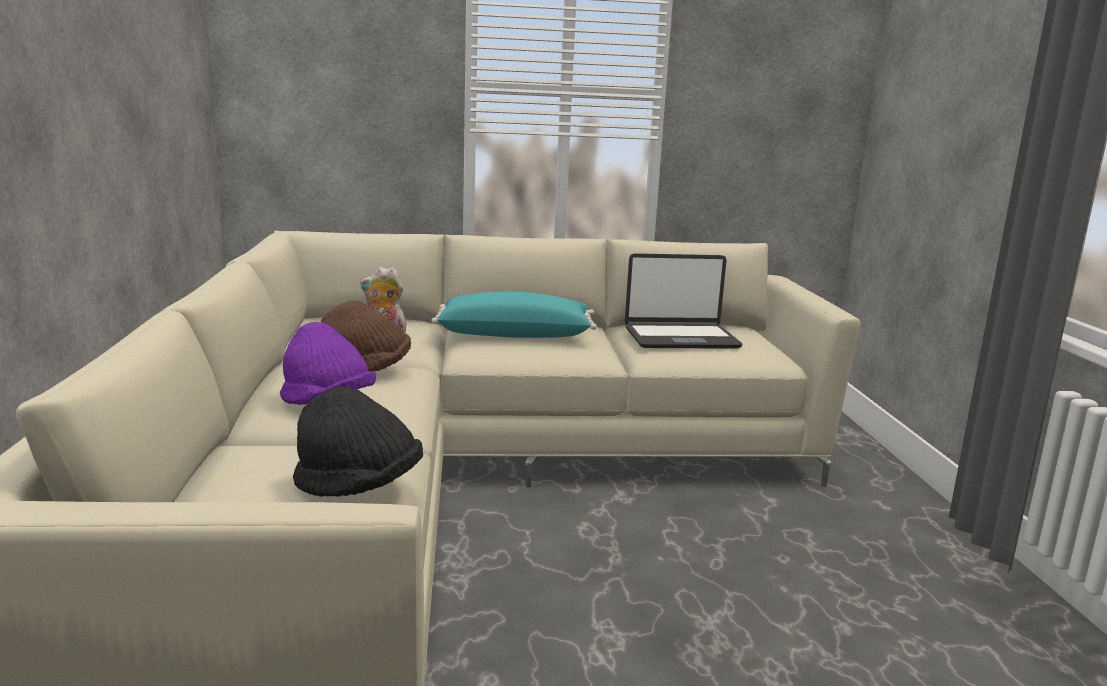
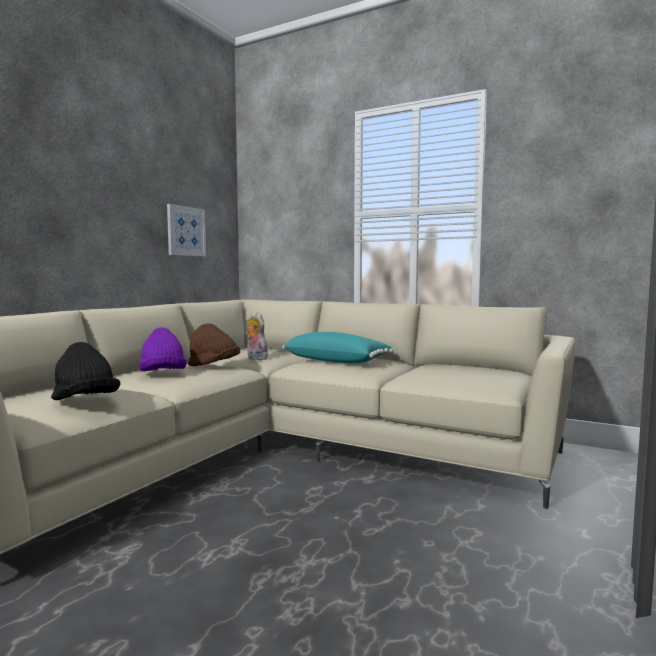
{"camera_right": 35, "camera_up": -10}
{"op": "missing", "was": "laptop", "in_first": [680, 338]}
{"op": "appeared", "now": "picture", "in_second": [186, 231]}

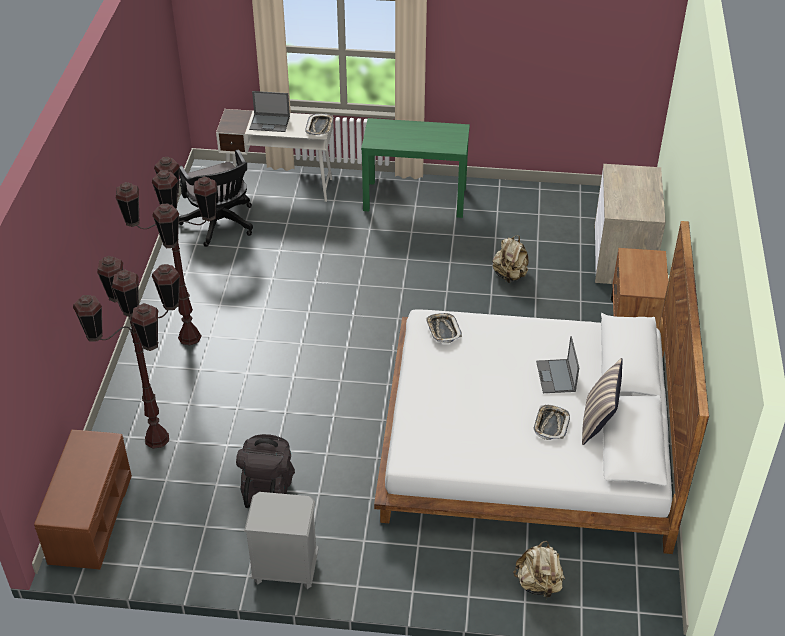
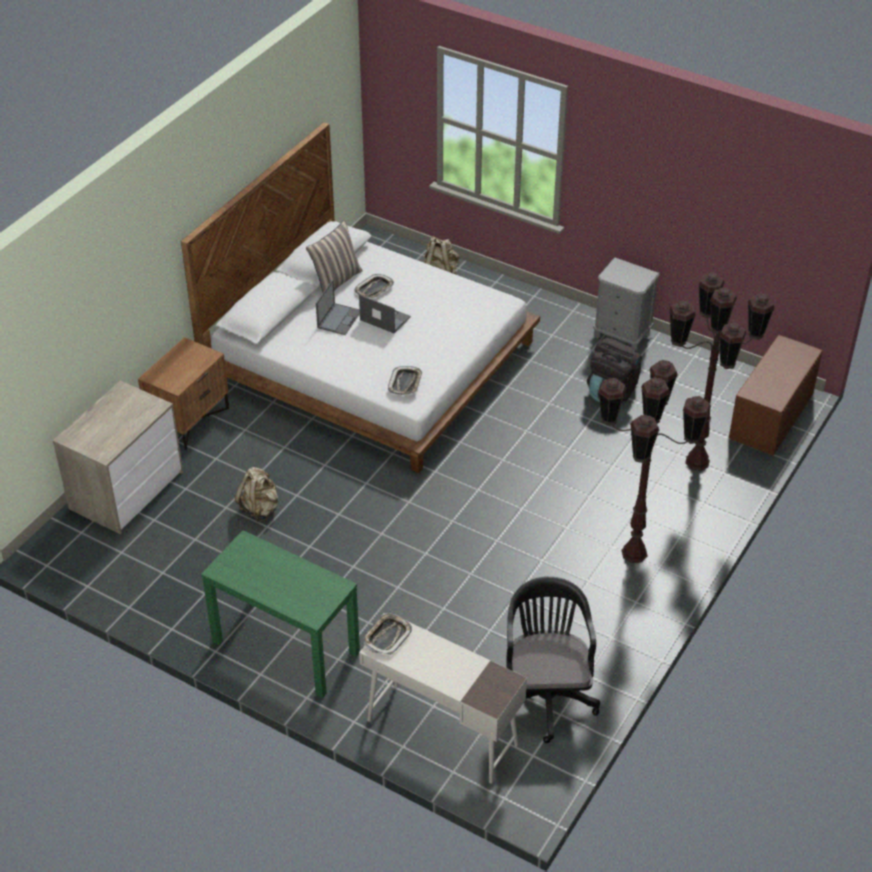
{"camera_right": -155, "camera_up": 0}
{"op": "relocated", "was": "laptop", "in_first": [270, 123], "in_second": [384, 318]}

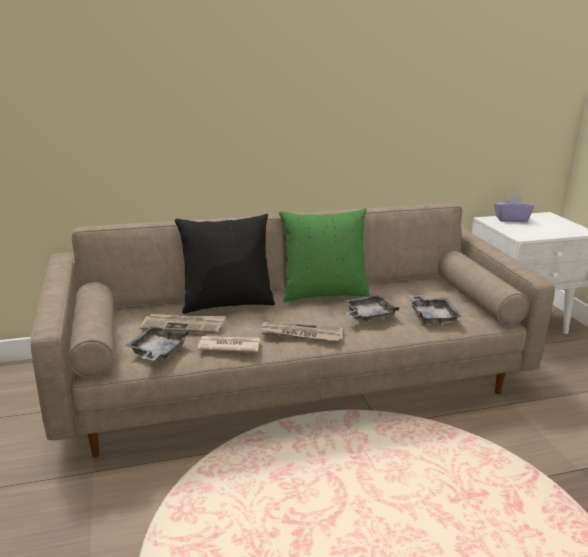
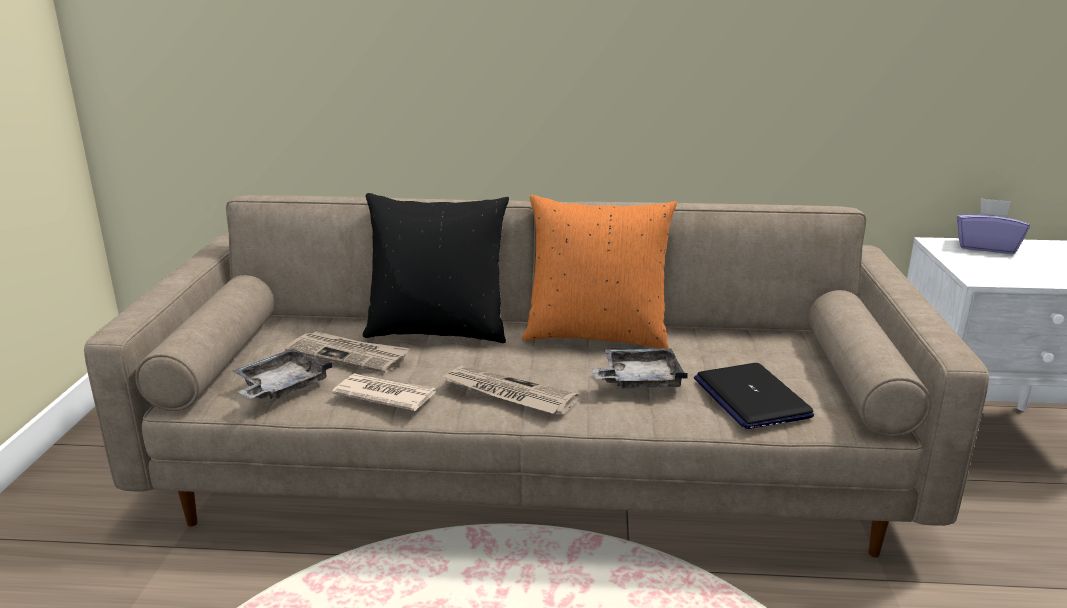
{"camera_right": 20, "camera_up": 0}
{"op": "colour", "was": "green pillow", "now": "orange pillow", "in_first": [323, 293], "in_second": [596, 335]}
{"op": "exchanged", "was": "grey tray", "now": "laptop", "in_first": [432, 316], "in_second": [750, 397]}

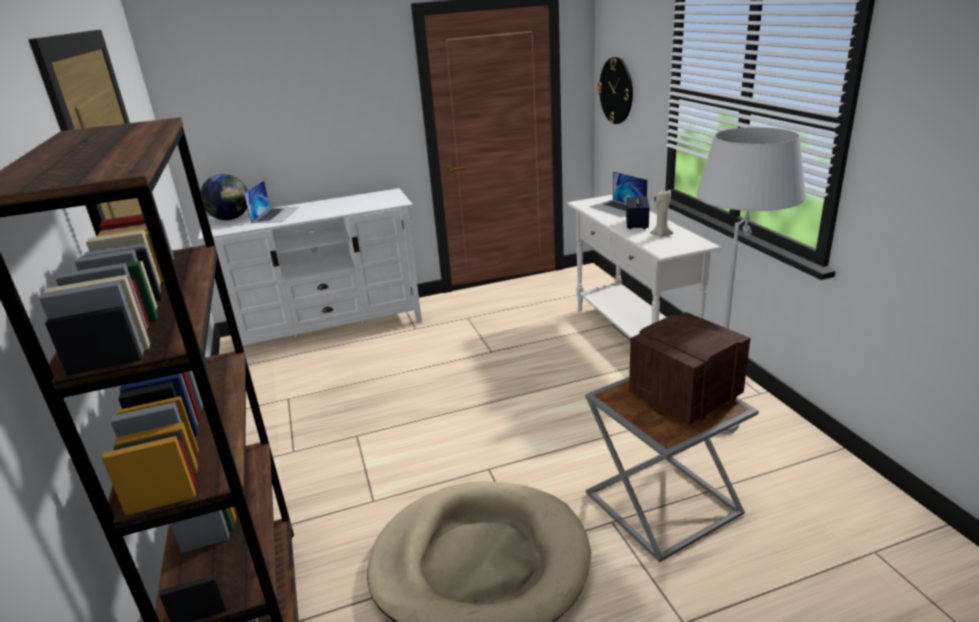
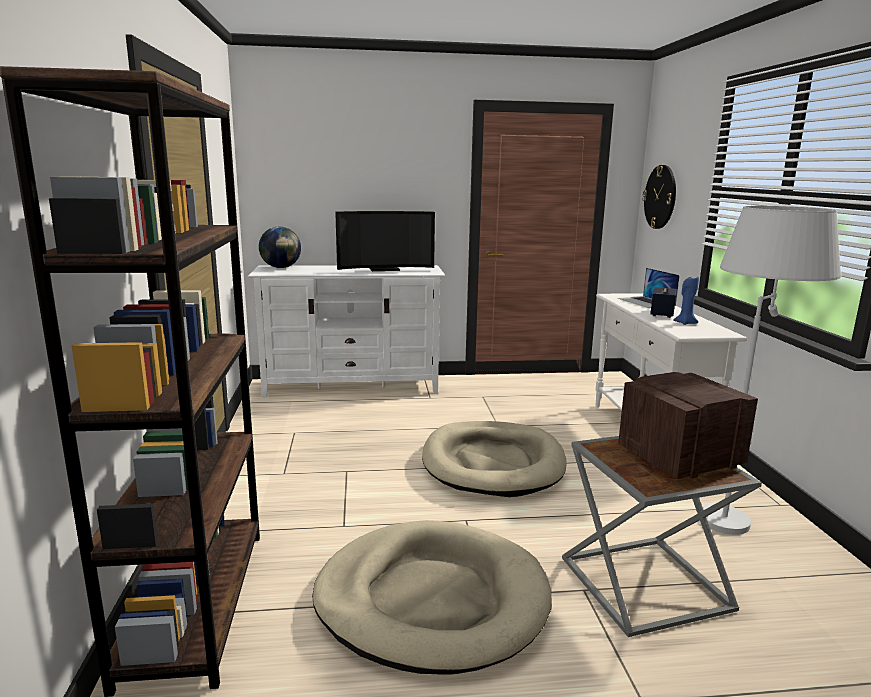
{"camera_right": 10, "camera_up": -10}
{"op": "missing", "was": "laptop", "in_first": [275, 215]}
{"op": "colour", "was": "beige candle", "now": "blue candle", "in_first": [661, 235], "in_second": [685, 323]}
{"op": "appeared", "now": "television", "in_second": [384, 269]}
{"op": "appeared", "now": "beige dog bed", "in_second": [493, 463]}

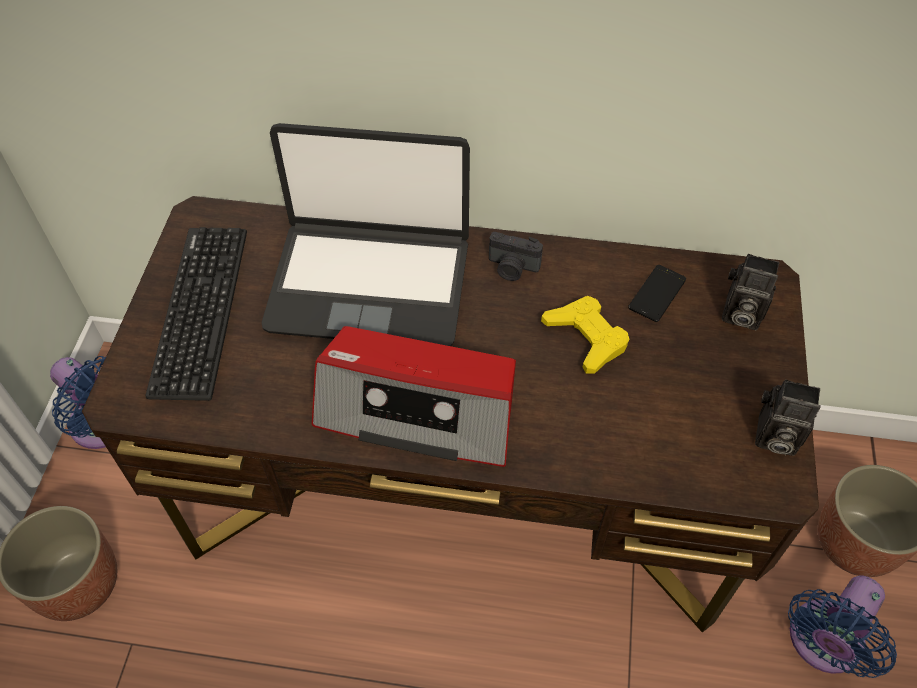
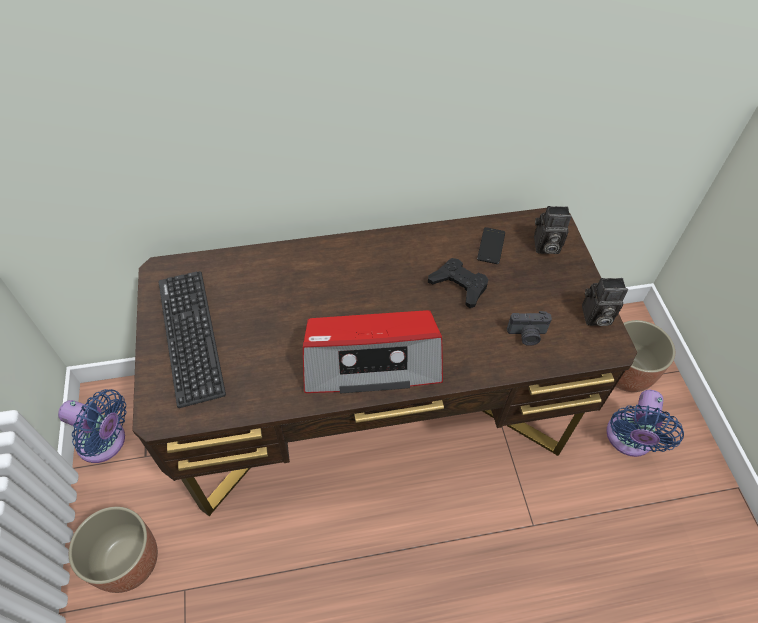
{"camera_right": -20, "camera_up": 0}
{"op": "missing", "was": "laptop", "in_first": [369, 283]}
{"op": "relocated", "was": "photo camera", "in_first": [512, 268], "in_second": [527, 335]}
{"op": "colour", "was": "yellow game controller", "now": "black game controller", "in_first": [586, 337], "in_second": [459, 285]}

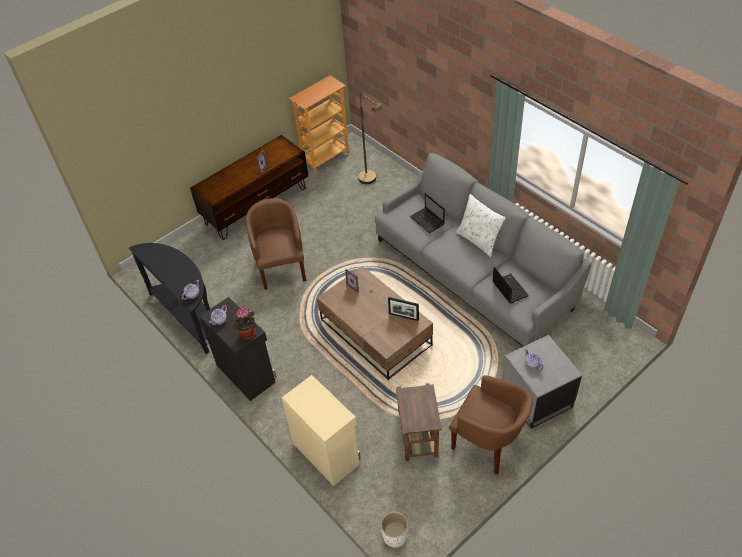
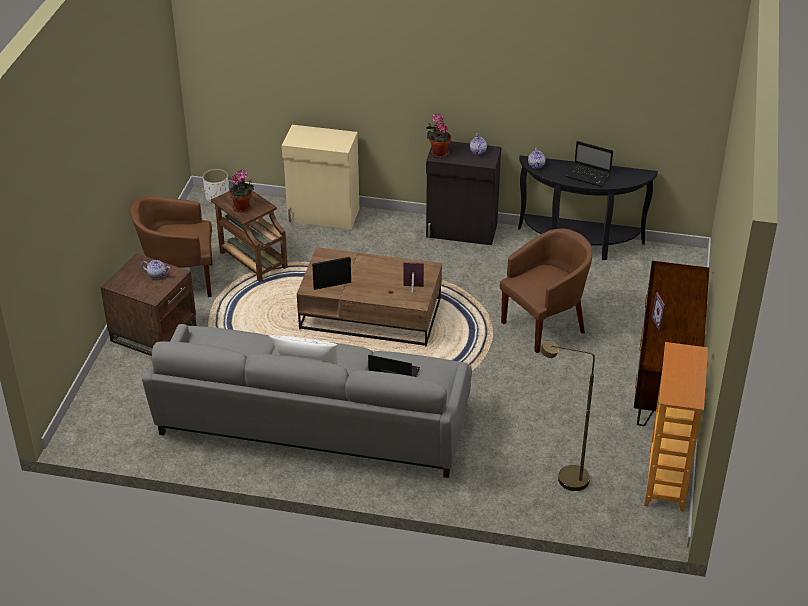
{"camera_right": 140, "camera_up": -10}
{"op": "spun", "was": "brown armchair", "in_first": [281, 267], "in_second": [544, 325], "clockwise": -75}
{"op": "relocated", "was": "laptop", "in_first": [509, 288], "in_second": [588, 176]}
{"op": "colour", "was": "grey side table", "now": "brown side table", "in_first": [536, 398], "in_second": [154, 333]}
{"op": "appeared", "now": "potted plant", "in_second": [243, 208]}

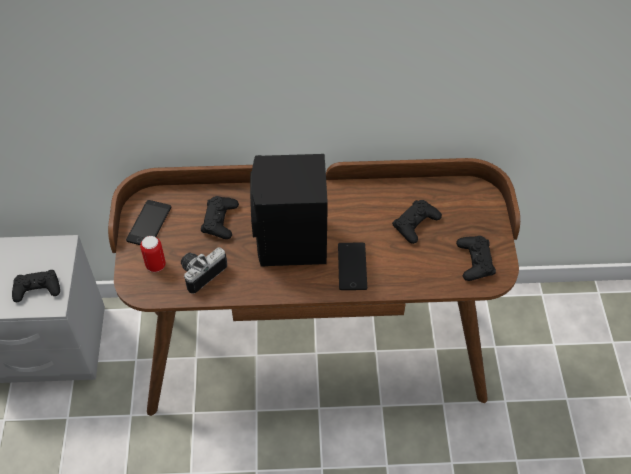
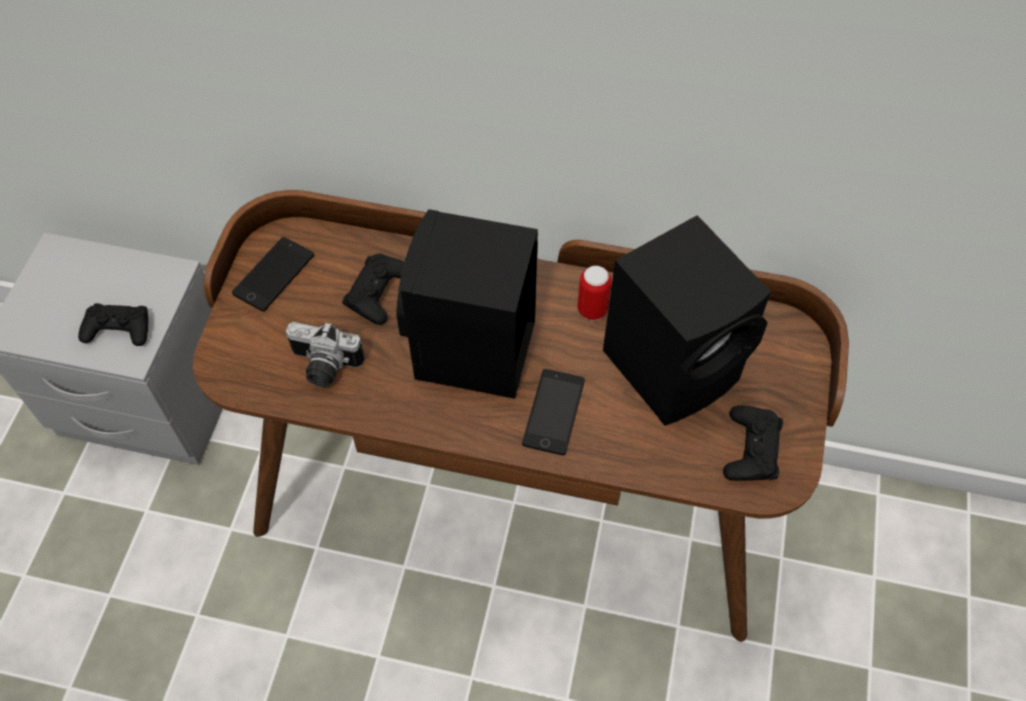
{"camera_right": 15, "camera_up": 5}
{"op": "relocated", "was": "can", "in_first": [155, 265], "in_second": [592, 310]}
{"op": "spun", "was": "photo camera", "in_first": [200, 272], "in_second": [323, 367], "clockwise": -135}
{"op": "exchanged", "was": "black game controller", "now": "black speaker", "in_first": [415, 224], "in_second": [675, 365]}

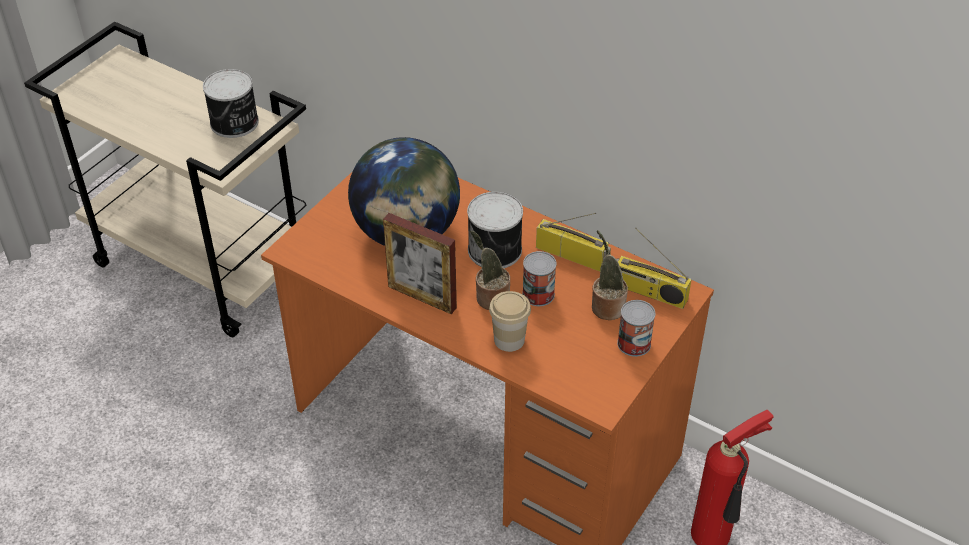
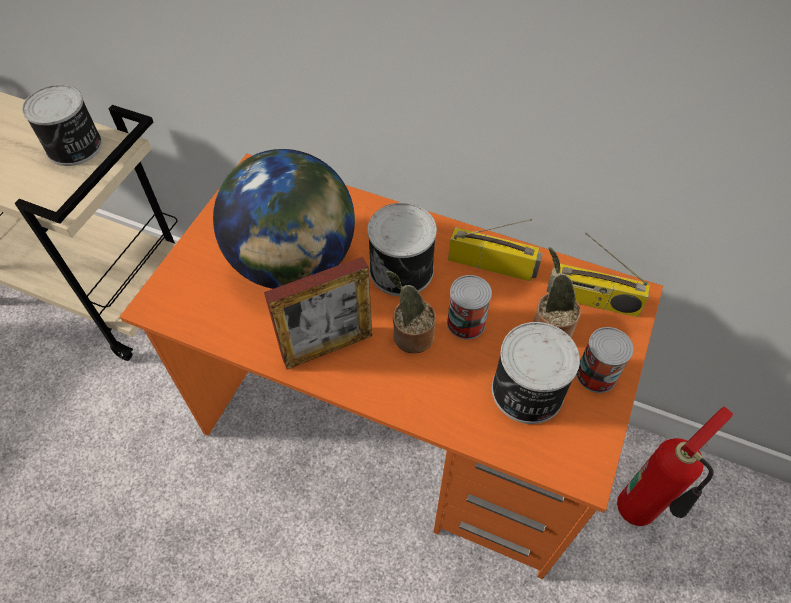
{"camera_right": -10, "camera_up": 10}
{"op": "spun", "was": "picture frame", "in_first": [422, 297], "in_second": [327, 347], "clockwise": -45}
{"op": "missing", "was": "cup", "in_first": [509, 340]}
{"op": "appeared", "now": "can", "in_second": [526, 392]}

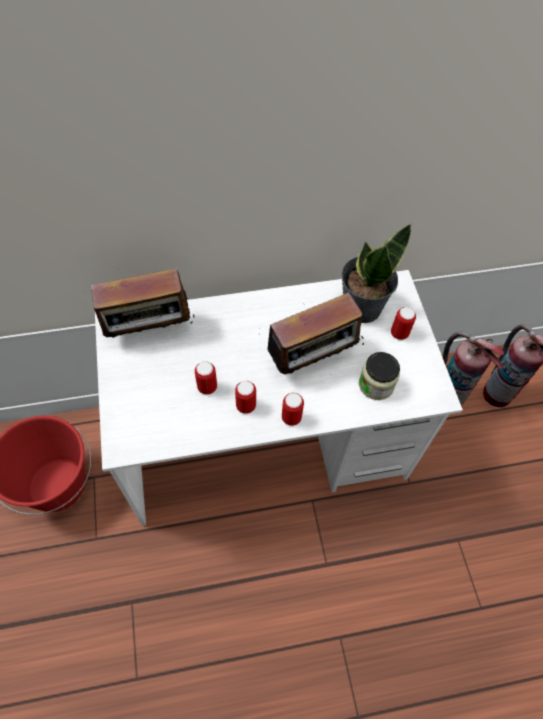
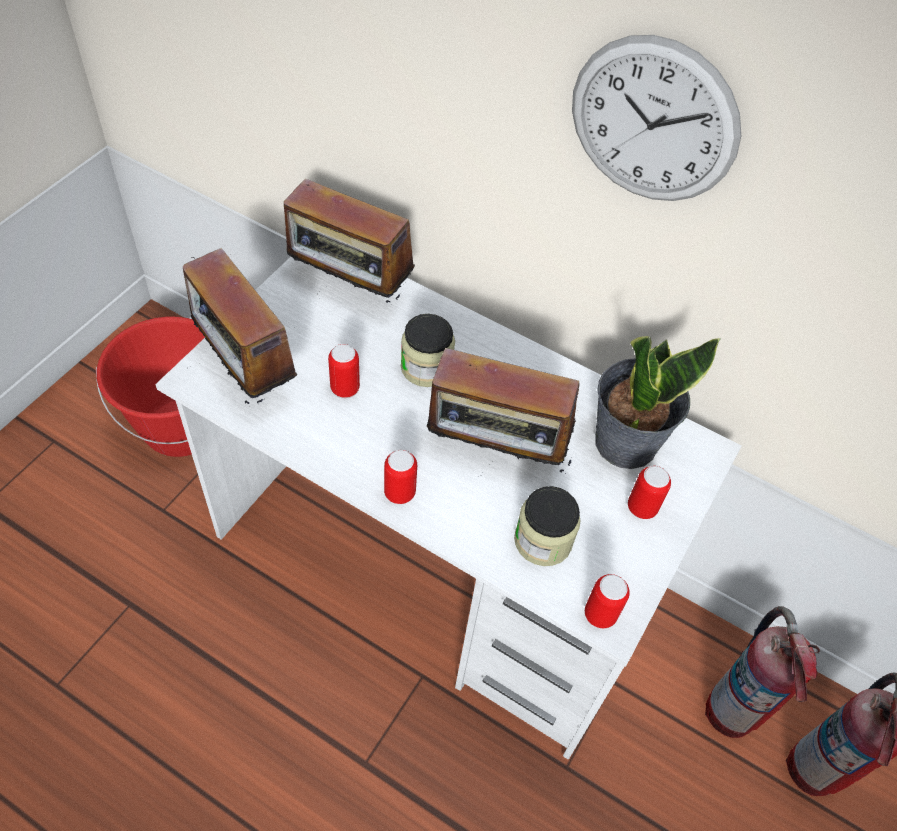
{"camera_right": 40, "camera_up": -5}
{"op": "relocated", "was": "can", "in_first": [246, 406], "in_second": [600, 614]}
{"op": "appeared", "now": "radio", "in_second": [246, 372]}
{"op": "appeared", "now": "jar", "in_second": [426, 367]}
{"op": "appeared", "now": "wall clock", "in_second": [653, 122]}

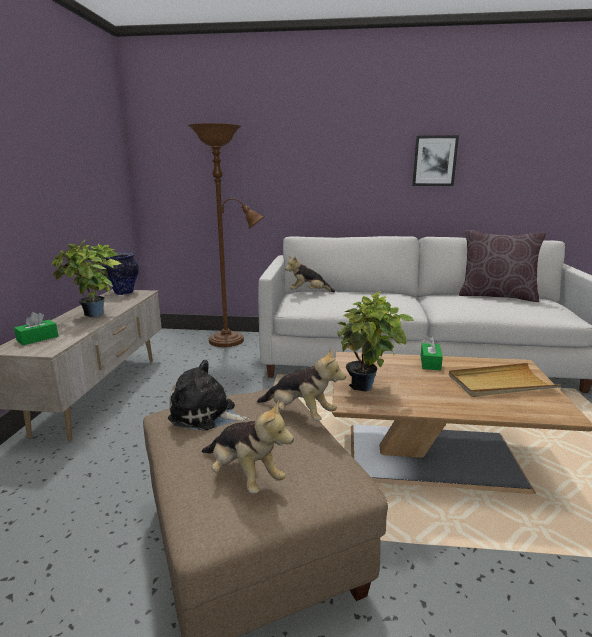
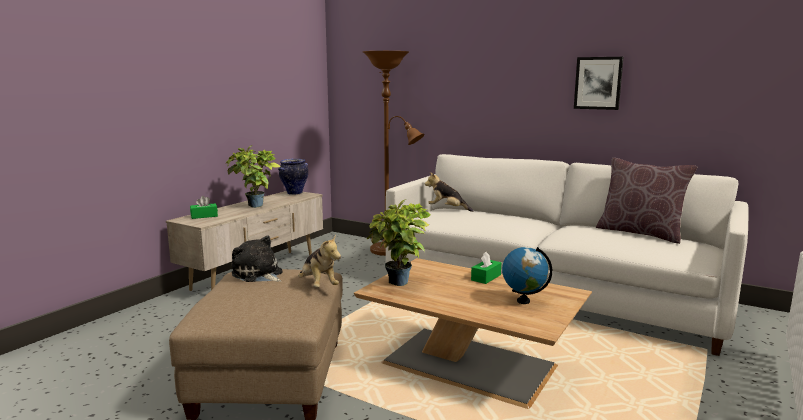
{"camera_right": 25, "camera_up": -5}
{"op": "missing", "was": "plush toy", "in_first": [244, 476]}
{"op": "exchanged", "was": "beige tray", "now": "globe", "in_first": [500, 383], "in_second": [523, 301]}

